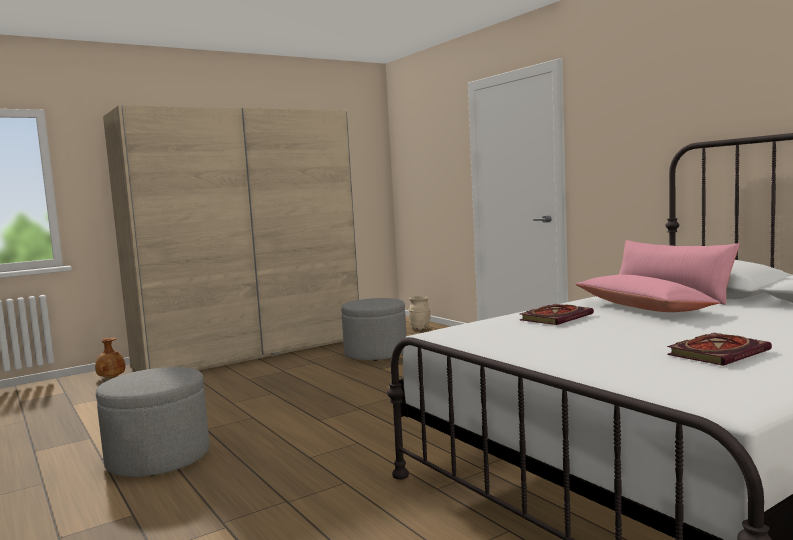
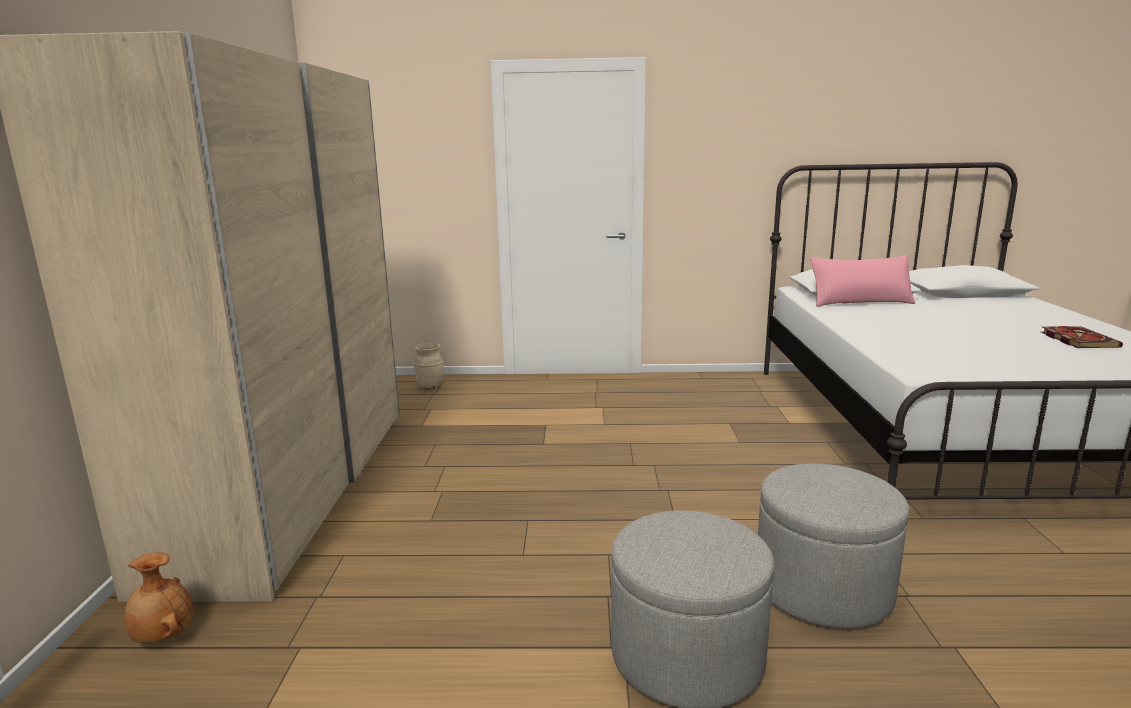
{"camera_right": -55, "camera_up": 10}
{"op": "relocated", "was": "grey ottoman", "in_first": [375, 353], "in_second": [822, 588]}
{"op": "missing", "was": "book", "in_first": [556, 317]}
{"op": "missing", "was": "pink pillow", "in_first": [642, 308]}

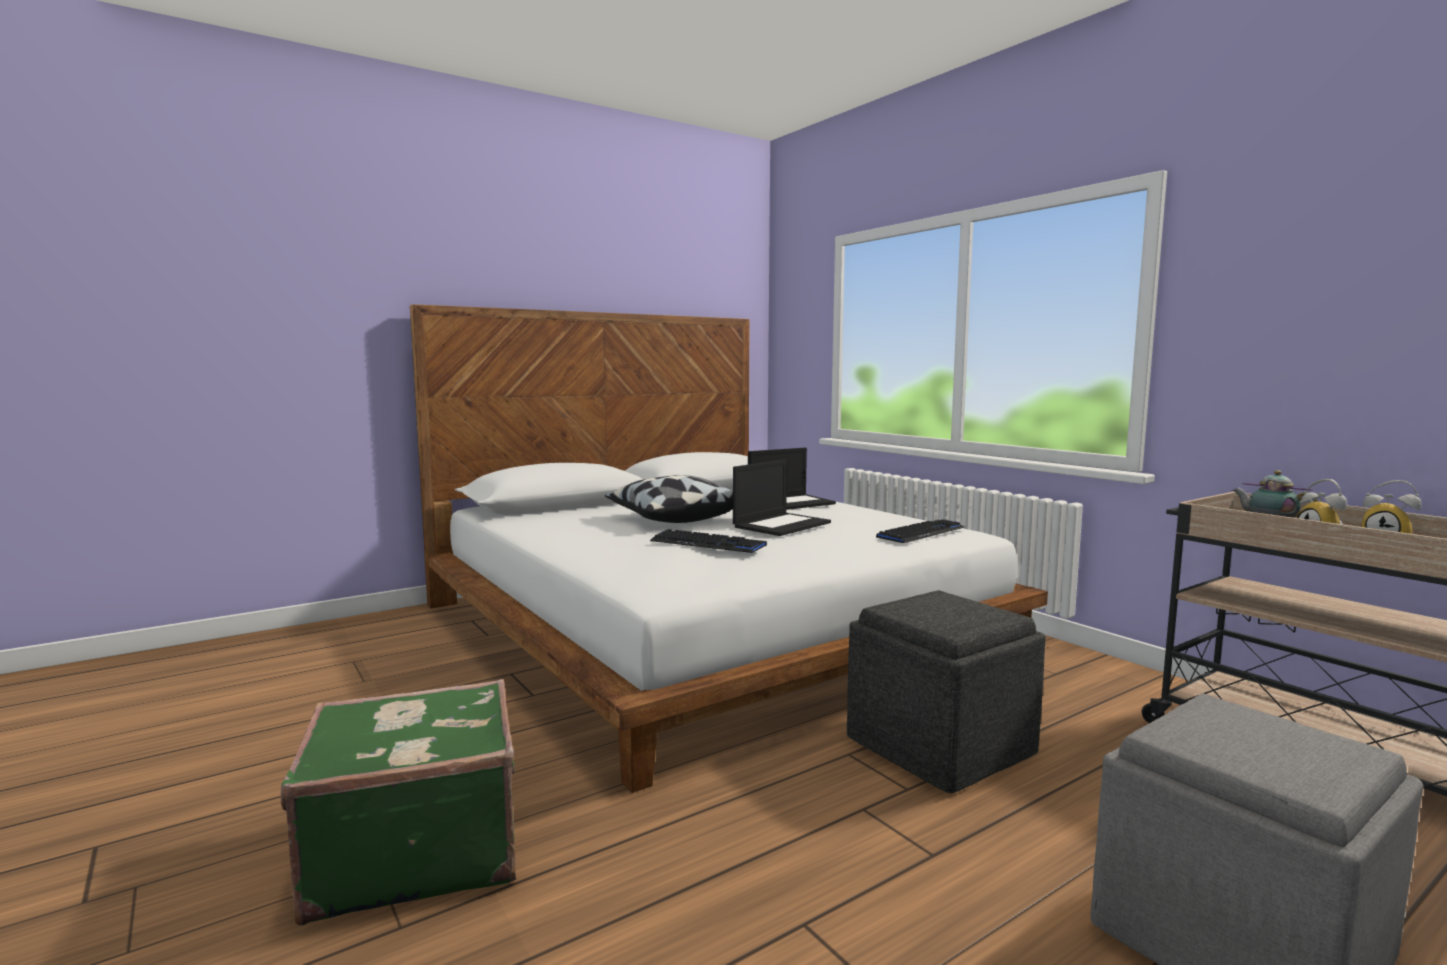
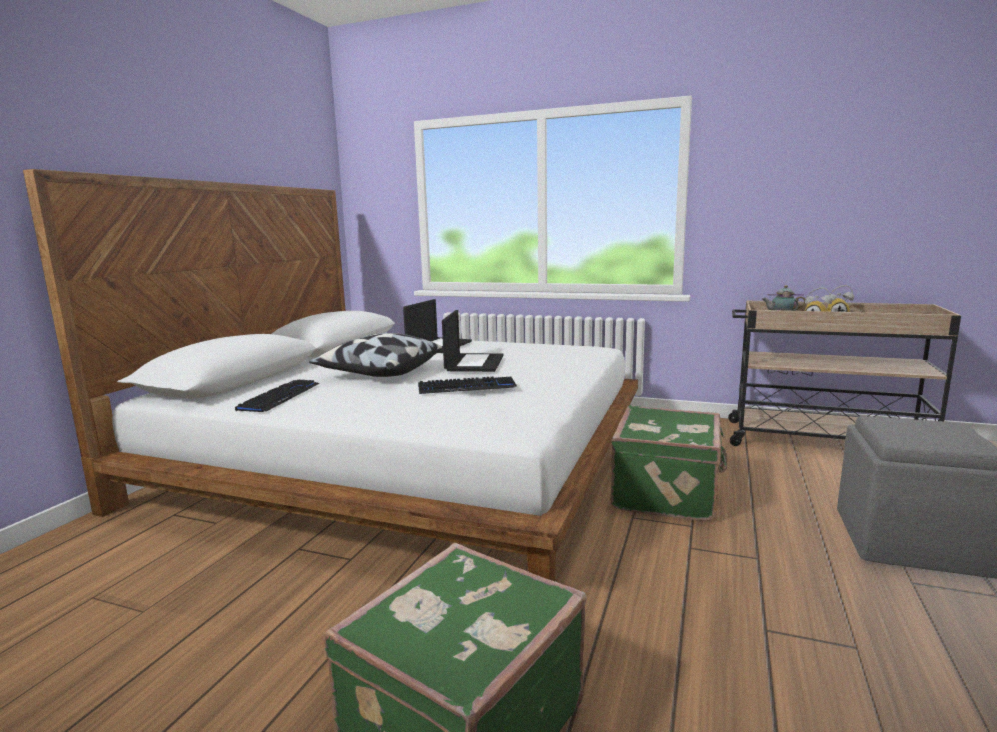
{"camera_right": -35, "camera_up": 5}
{"op": "exchanged", "was": "grey ottoman", "now": "green suitcase", "in_first": [939, 745], "in_second": [668, 493]}
{"op": "relocated", "was": "keyboard", "in_first": [921, 533], "in_second": [280, 397]}

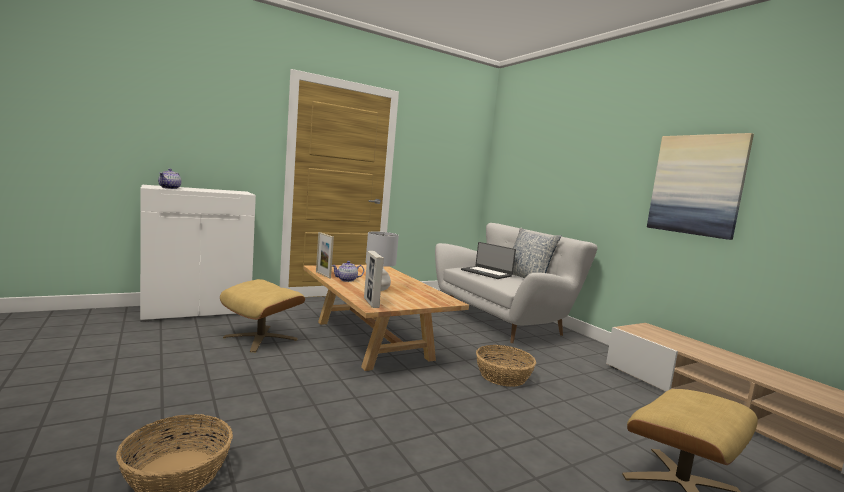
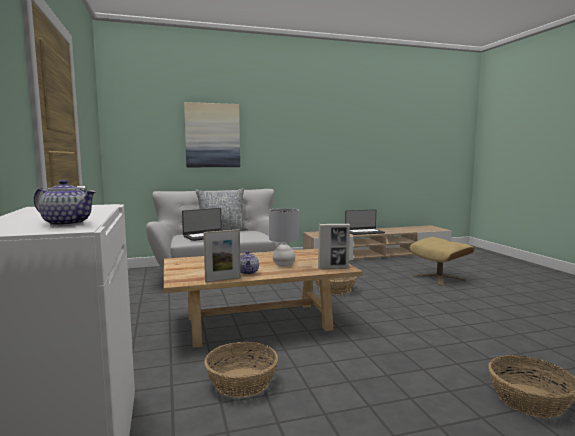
{"camera_right": -75, "camera_up": 0}
{"op": "exchanged", "was": "beige ottoman", "now": "basket", "in_first": [261, 338], "in_second": [242, 382]}
{"op": "relocated", "was": "picture", "in_first": [696, 185], "in_second": [212, 135]}
{"op": "appeared", "now": "laptop", "in_second": [364, 232]}

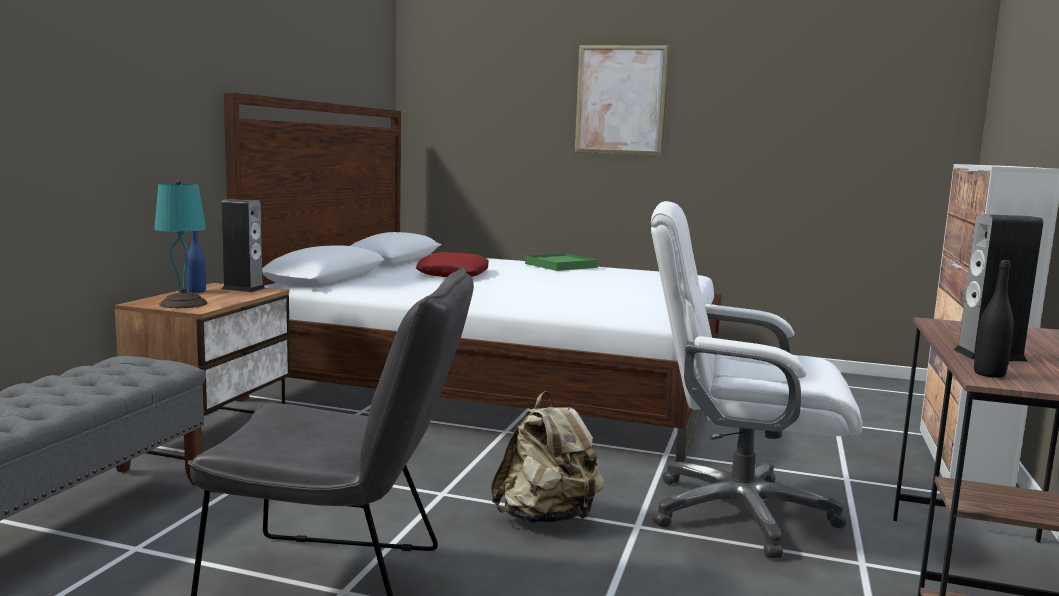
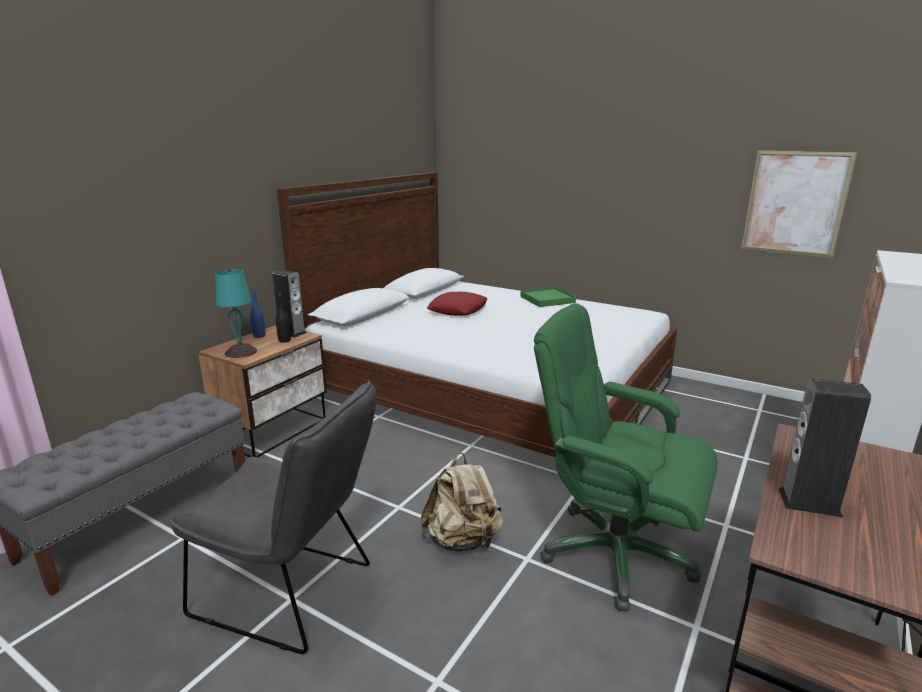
{"camera_right": 15, "camera_up": 10}
{"op": "relocated", "was": "picture", "in_first": [620, 100], "in_second": [795, 203]}
{"op": "colour", "was": "white office chair", "now": "green office chair", "in_first": [737, 512], "in_second": [614, 553]}
{"op": "relocated", "was": "black bottle", "in_first": [989, 374], "in_second": [284, 340]}

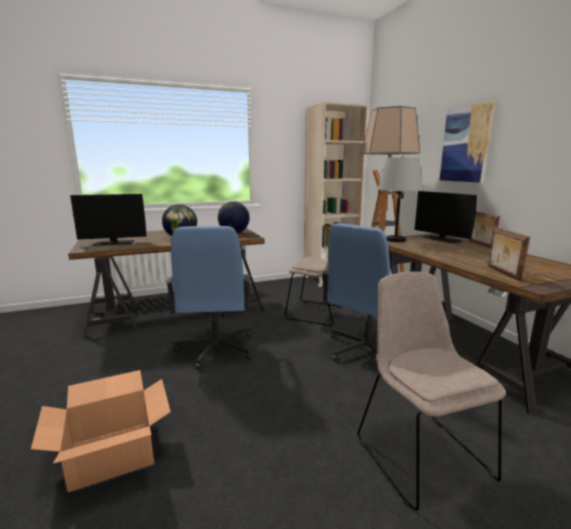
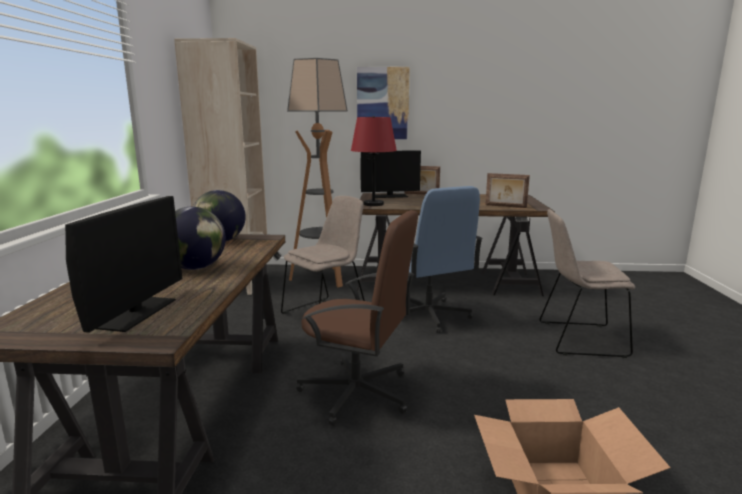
{"camera_right": -65, "camera_up": 0}
{"op": "colour", "was": "blue office chair", "now": "brown office chair", "in_first": [215, 349], "in_second": [357, 393]}
{"op": "colour", "was": "grey table lamp", "now": "red table lamp", "in_first": [395, 240], "in_second": [374, 204]}

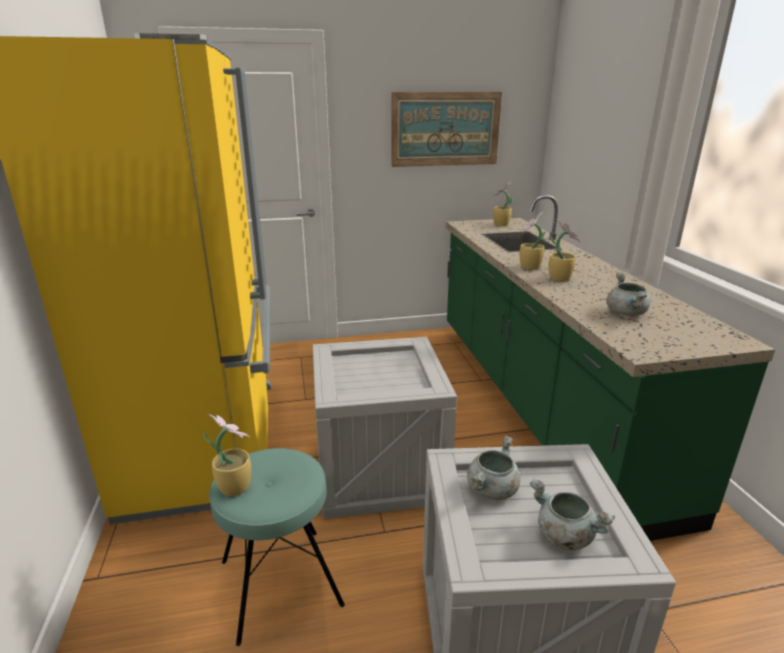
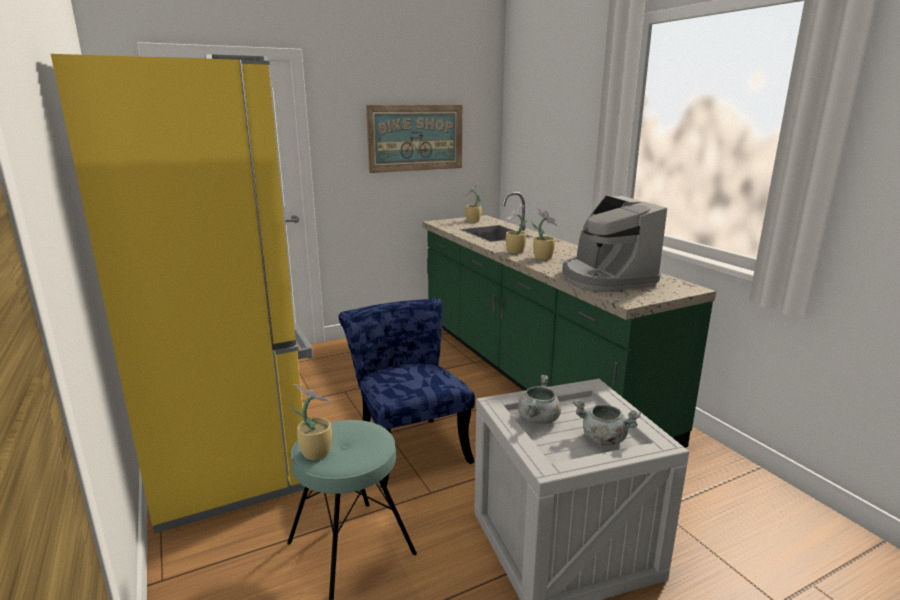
{"camera_right": -15, "camera_up": -5}
{"op": "exchanged", "was": "crate", "now": "blue chair", "in_first": [381, 468], "in_second": [409, 444]}
{"op": "exchanged", "was": "grey cooking pot", "now": "coffee machine", "in_first": [626, 313], "in_second": [605, 277]}

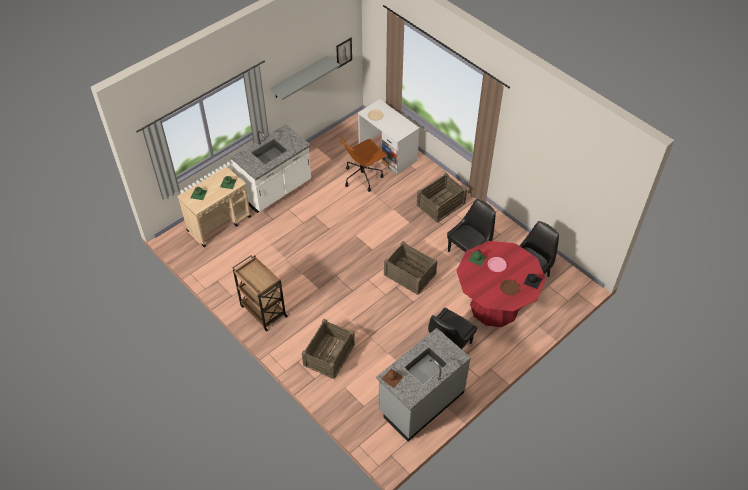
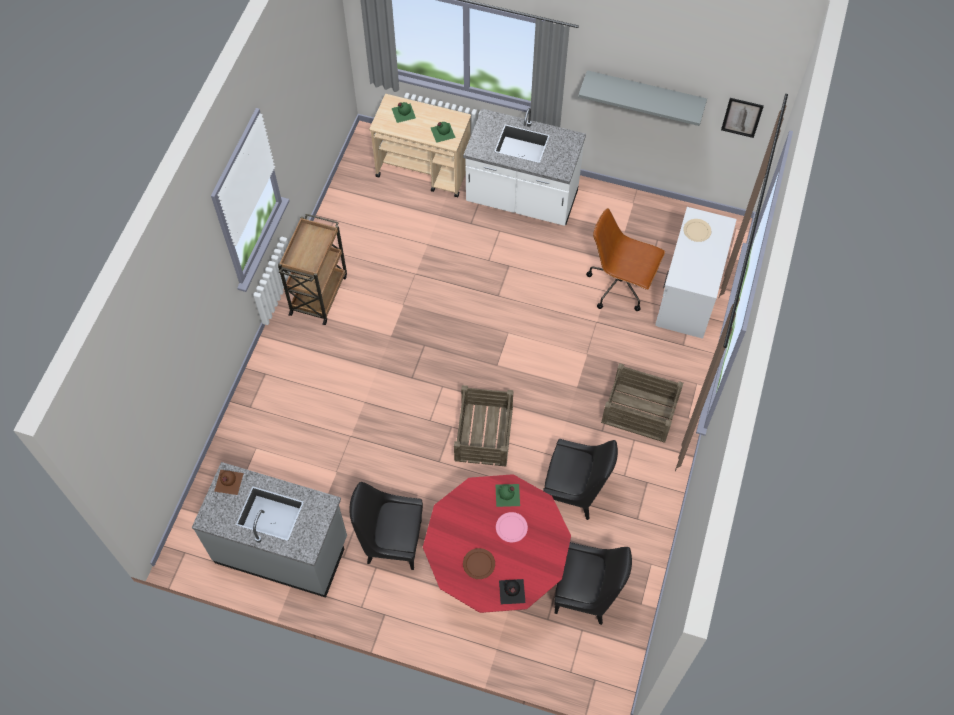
{"camera_right": 60, "camera_up": 10}
{"op": "missing", "was": "crate", "in_first": [328, 355]}

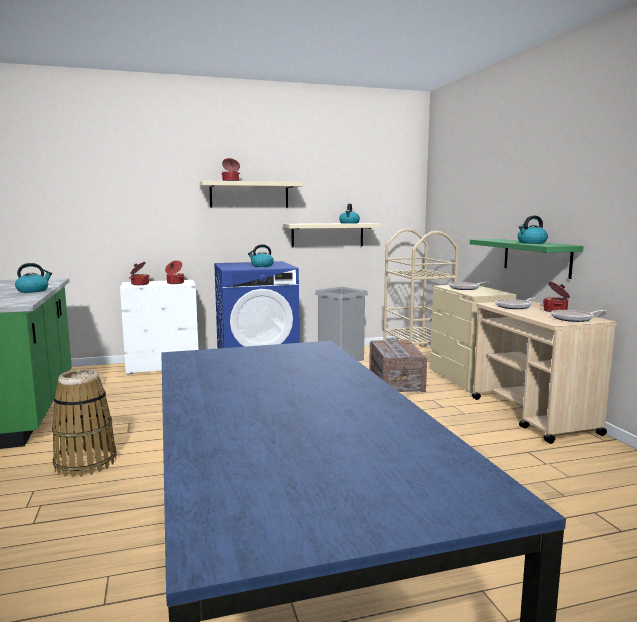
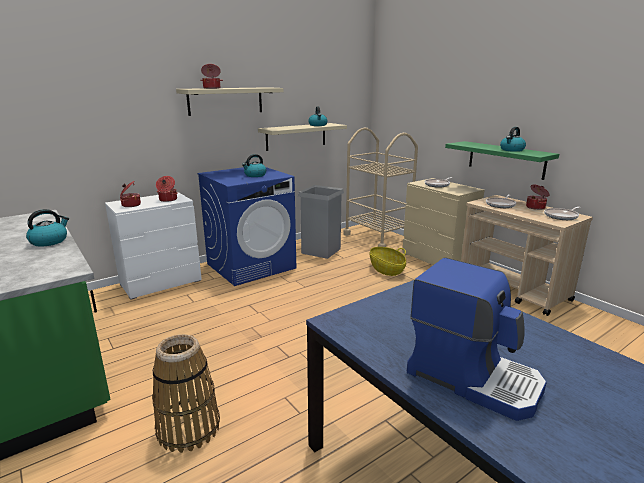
{"camera_right": -20, "camera_up": 10}
{"op": "exchanged", "was": "crate", "now": "basket", "in_first": [396, 381], "in_second": [386, 269]}
{"op": "appeared", "now": "coffee machine", "in_second": [473, 377]}

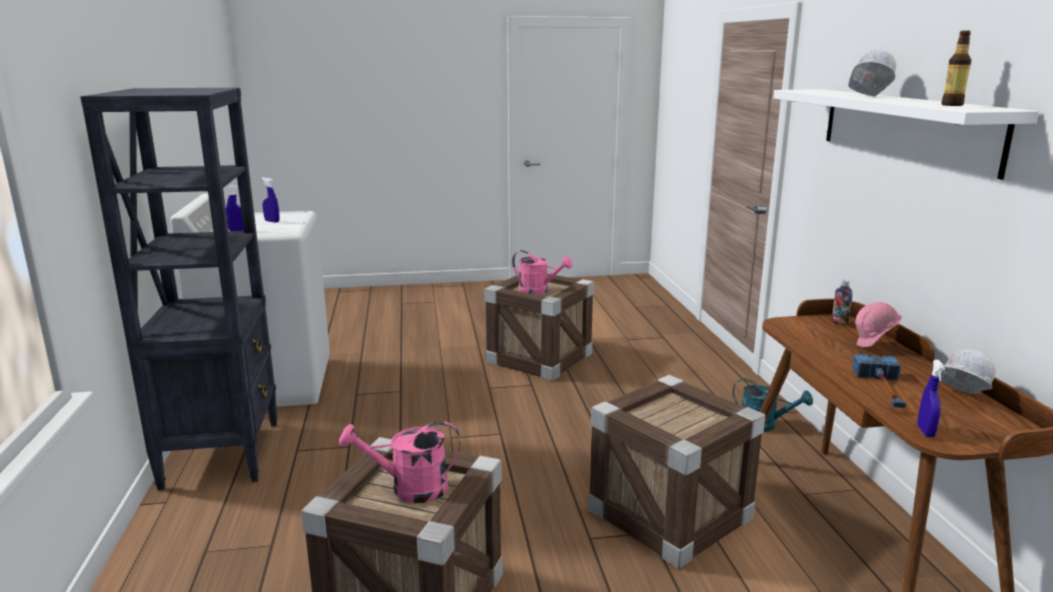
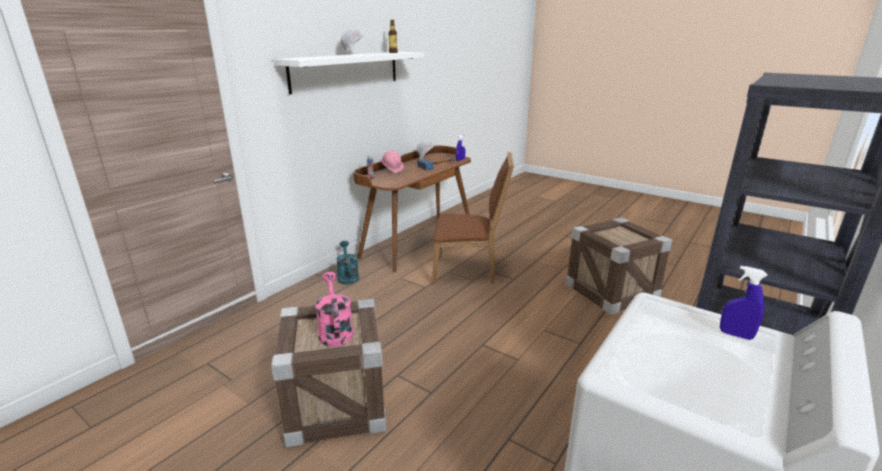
{"camera_right": -135, "camera_up": 5}
{"op": "missing", "was": "blue spray bottle", "in_first": [272, 221]}
{"op": "missing", "was": "pink watering can", "in_first": [409, 489]}
{"op": "exchanged", "was": "crate", "now": "brown chair", "in_first": [669, 514], "in_second": [469, 271]}

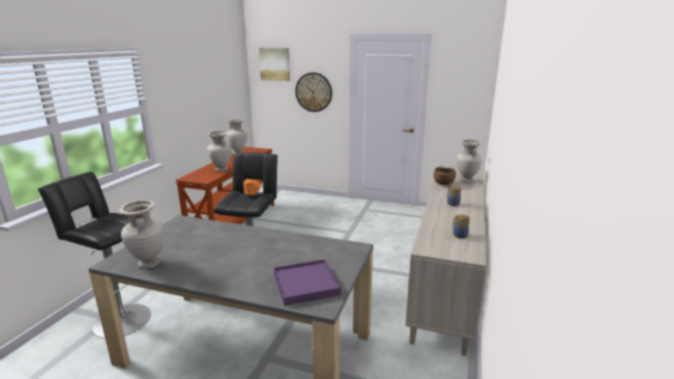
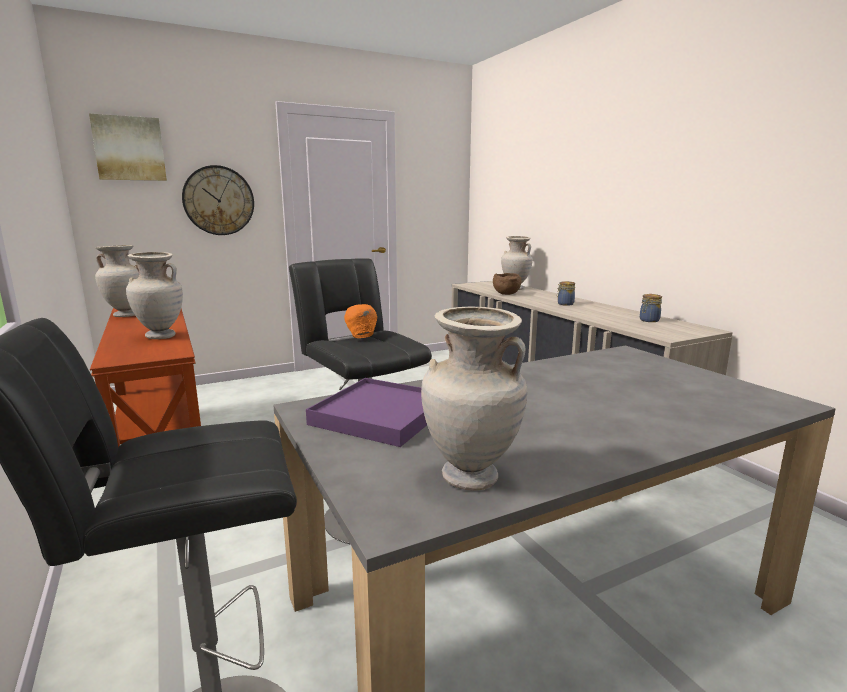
{"camera_right": -45, "camera_up": -5}
{"op": "relocated", "was": "purple tray", "in_first": [305, 284], "in_second": [380, 415]}

